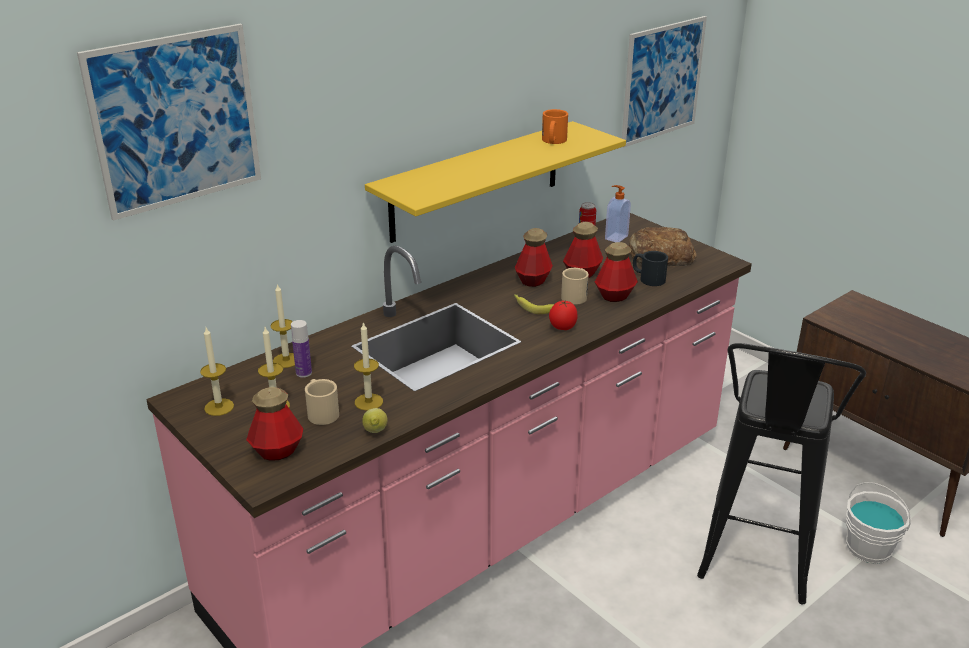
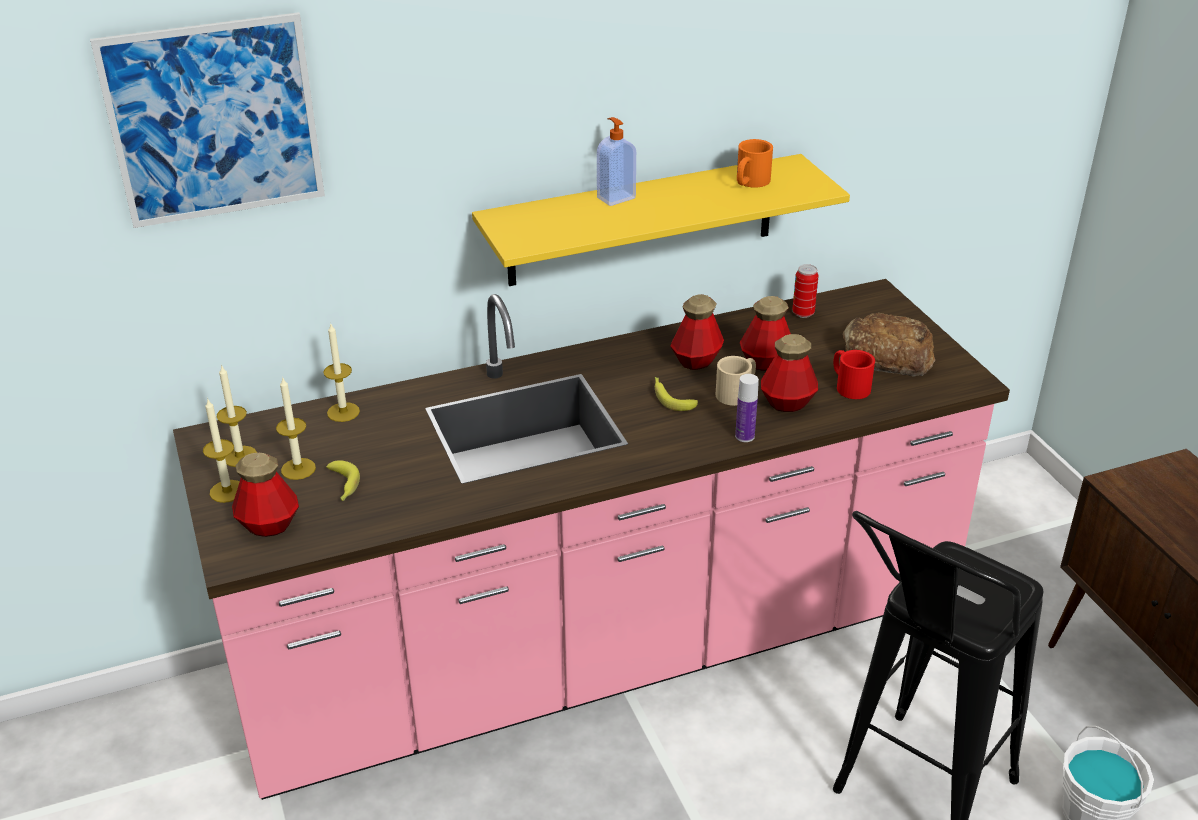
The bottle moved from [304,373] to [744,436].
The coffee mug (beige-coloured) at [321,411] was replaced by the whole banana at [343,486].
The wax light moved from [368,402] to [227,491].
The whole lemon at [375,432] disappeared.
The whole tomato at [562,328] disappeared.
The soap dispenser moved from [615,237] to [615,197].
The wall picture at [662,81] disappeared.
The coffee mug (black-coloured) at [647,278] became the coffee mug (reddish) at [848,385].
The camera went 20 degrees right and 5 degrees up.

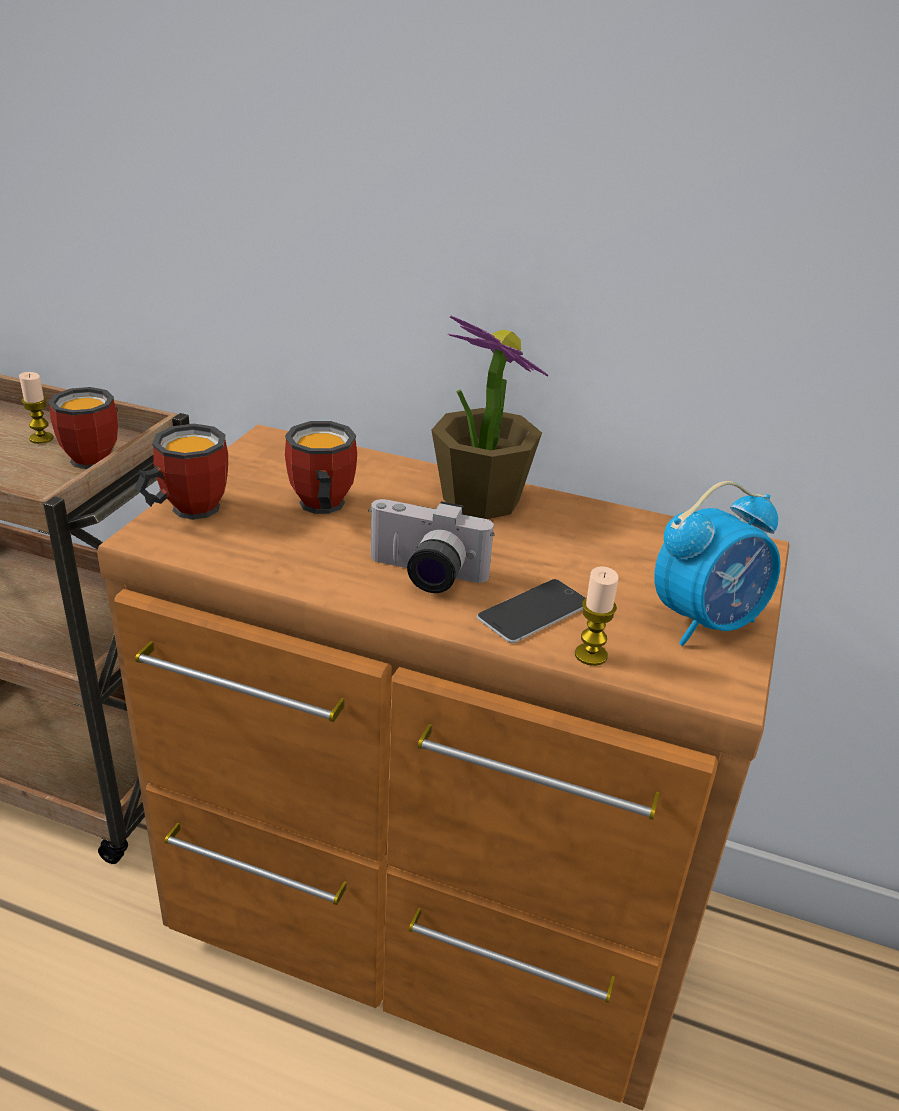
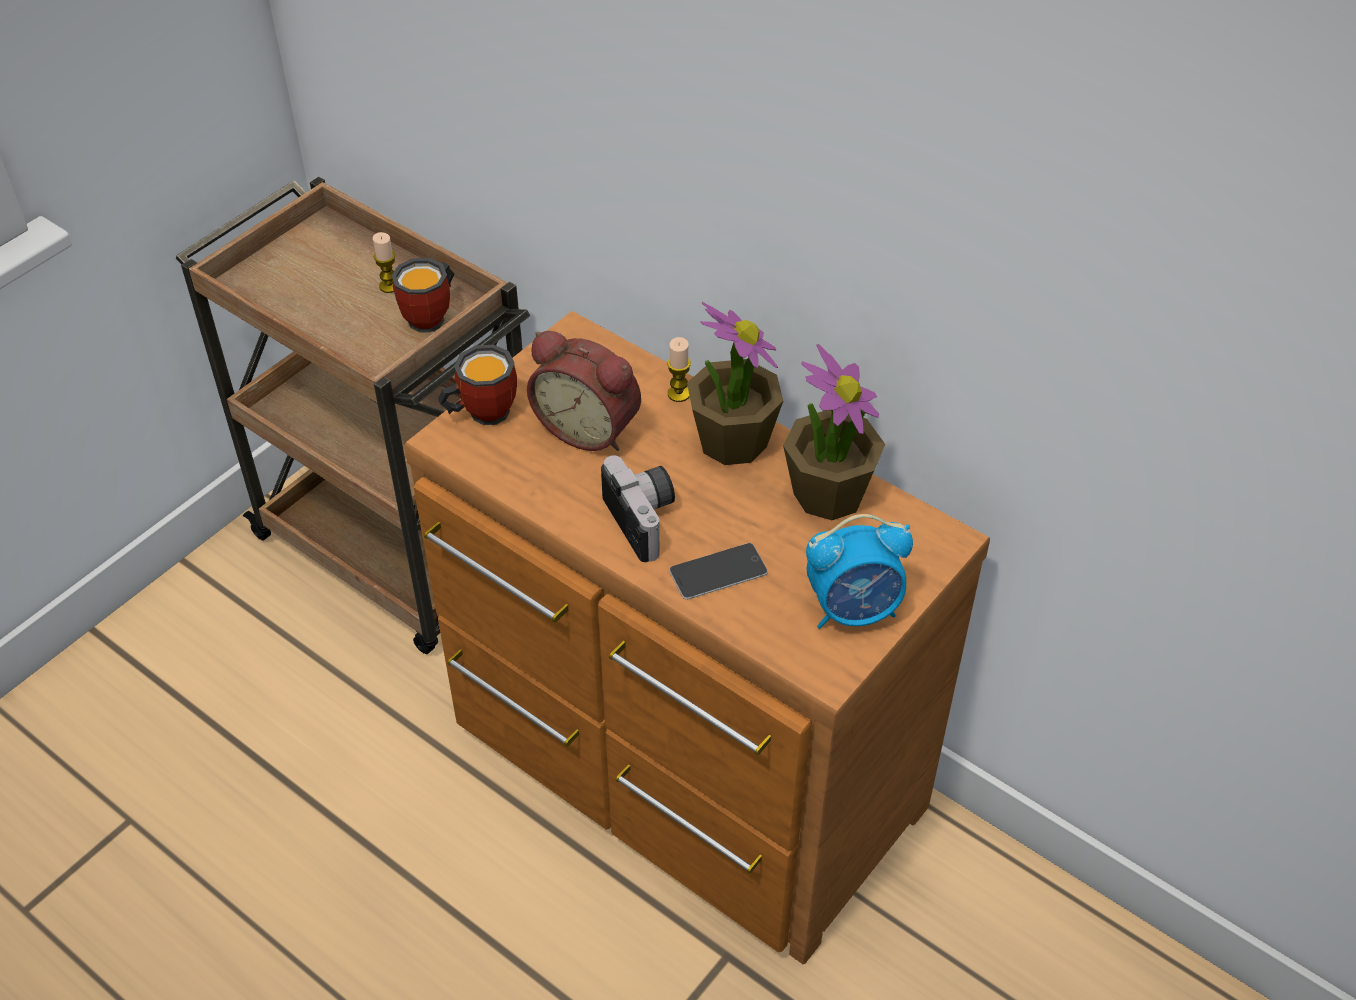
The coffee mug at [319,507] was replaced by the table clock at [589,427].
The still camera at [424,576] turned 150 degrees counterclockwise.
The wax light moved from [591,655] to [678,394].
The potted plant at [828,493] appeared.
The camera went 20 degrees right and 15 degrees up.

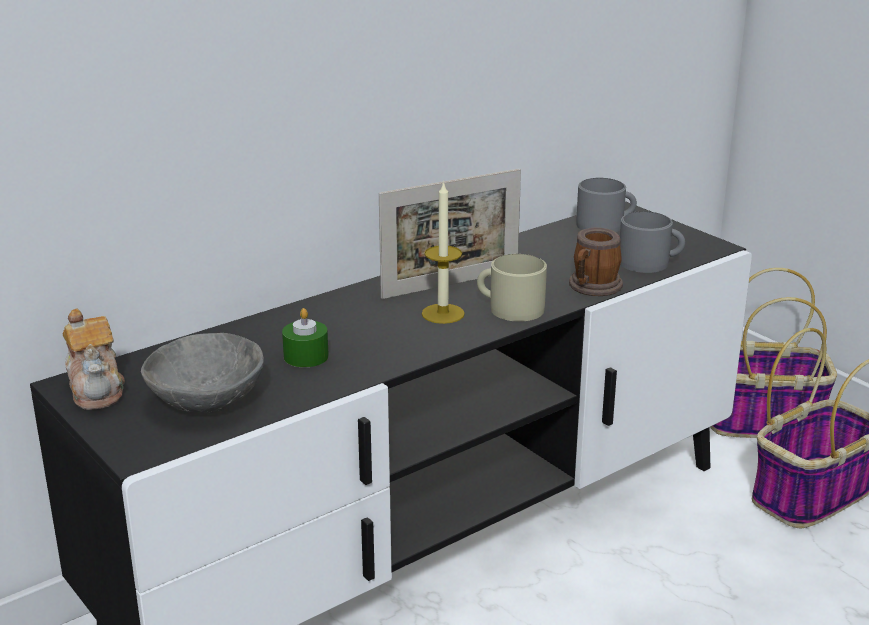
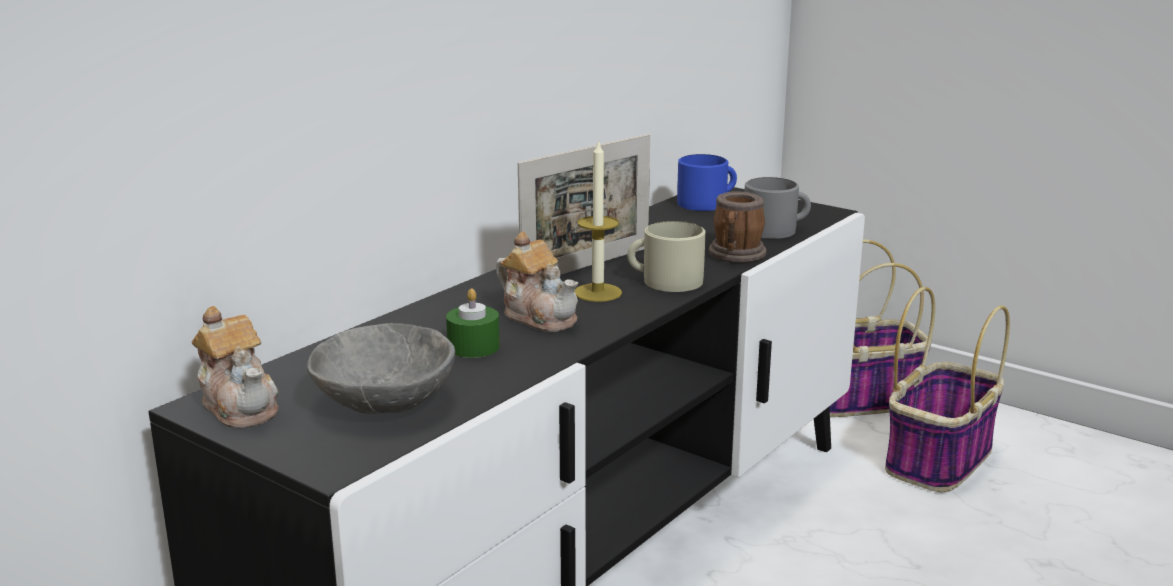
The coffee mug (gray) at [605,225] became the coffee mug (bluish) at [707,203].
The pot for tea at [539,316] appeared.
The camera went 15 degrees left and 5 degrees down.

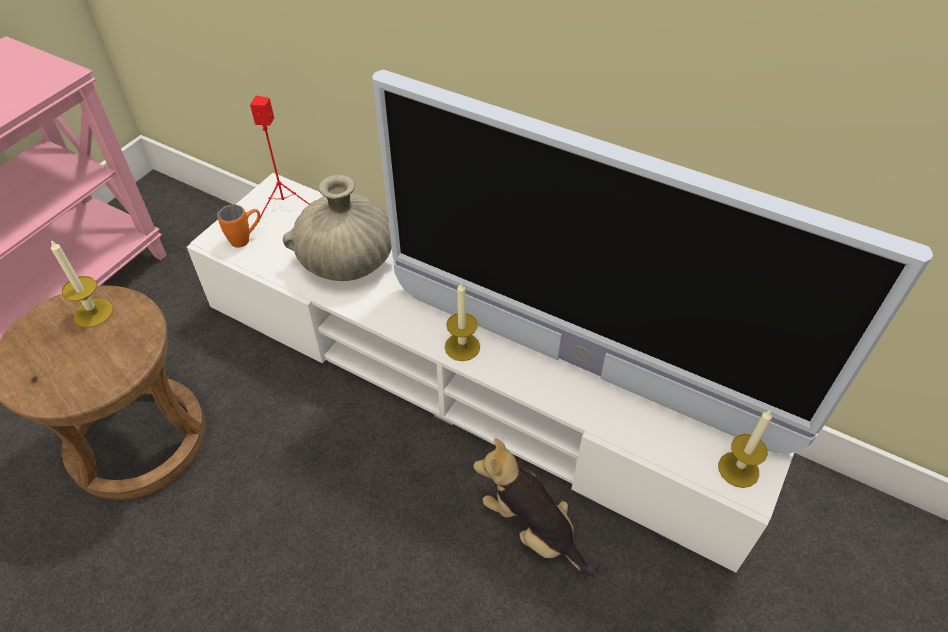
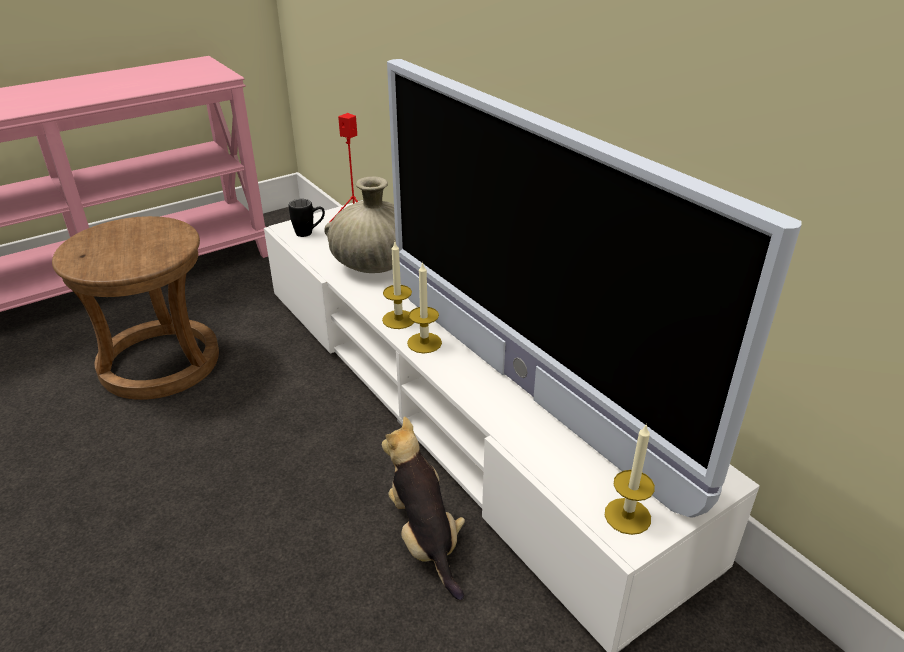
The wax light moved from [93,313] to [398,319].
The coffee mug (orange) at [246,239] became the coffee mug (black-coloured) at [309,233].
The camera went 25 degrees right and 15 degrees down.

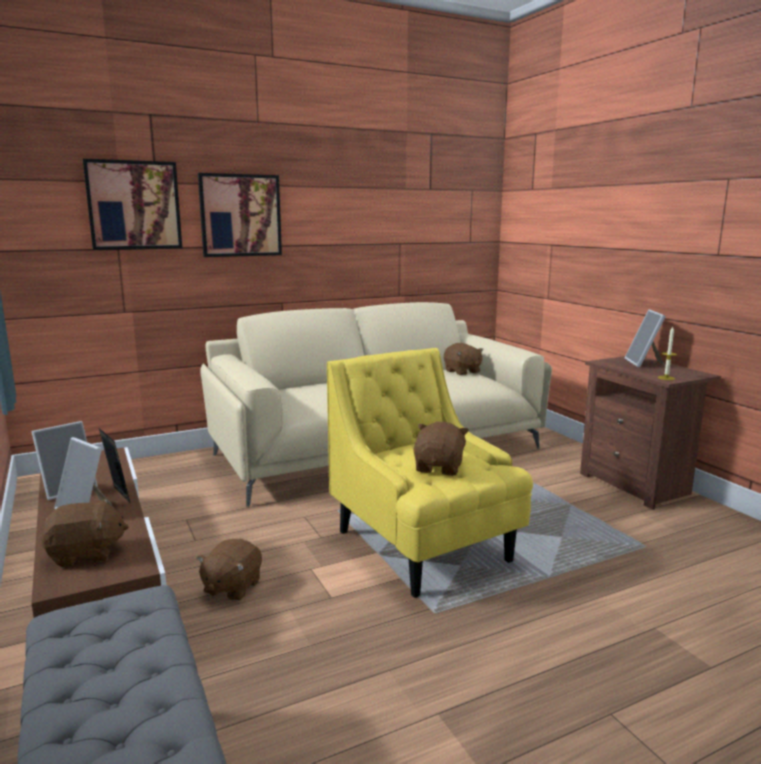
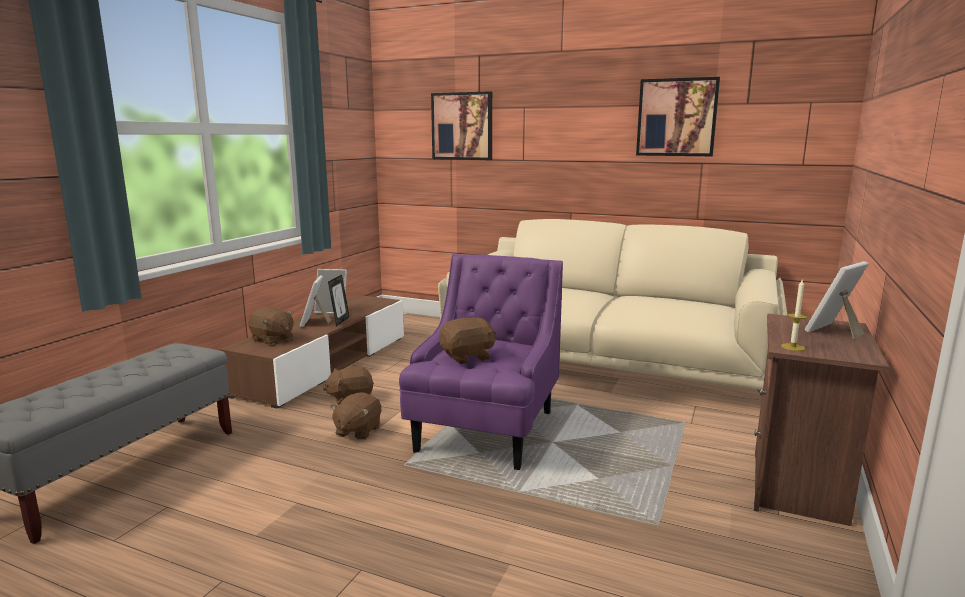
The wall picture moved from [240,215] to [676,117].
The easy chair (yellowish) at [424,547] became the easy chair (purple) at [485,432].
The soft toy (brown) moved from [462,372] to [357,431].
The camera went 50 degrees right and 0 degrees up.

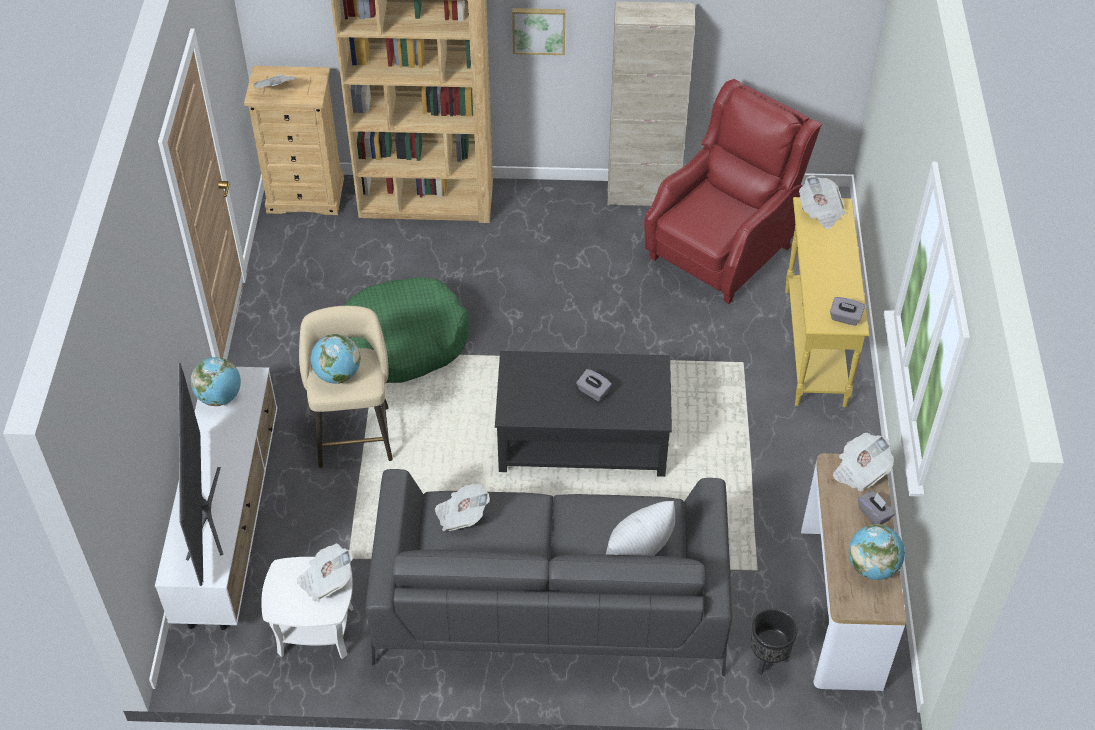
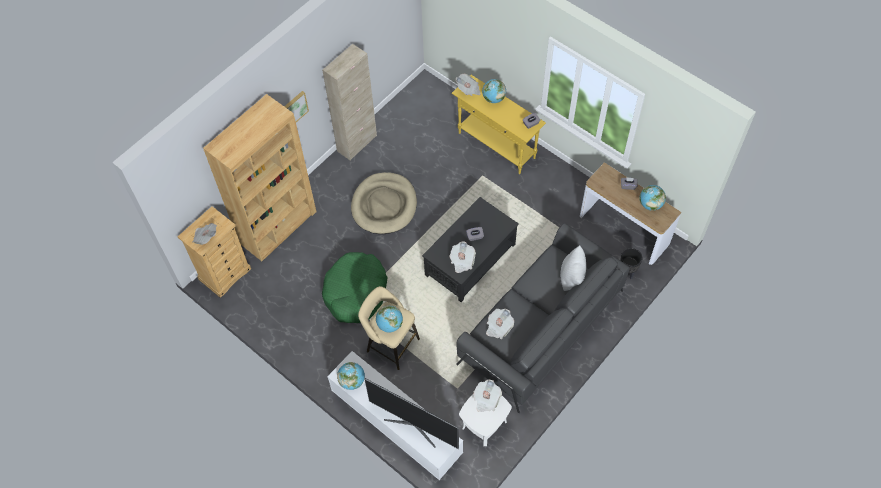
The easy chair (reddish) at [722,249] disappeared.
The printed paper moved from [860,471] to [462,261].
The pet bed (beige-coloured) at [384,205] appeared.
The desk globe at [493,98] appeared.
The camera went 50 degrees left and 10 degrees up.

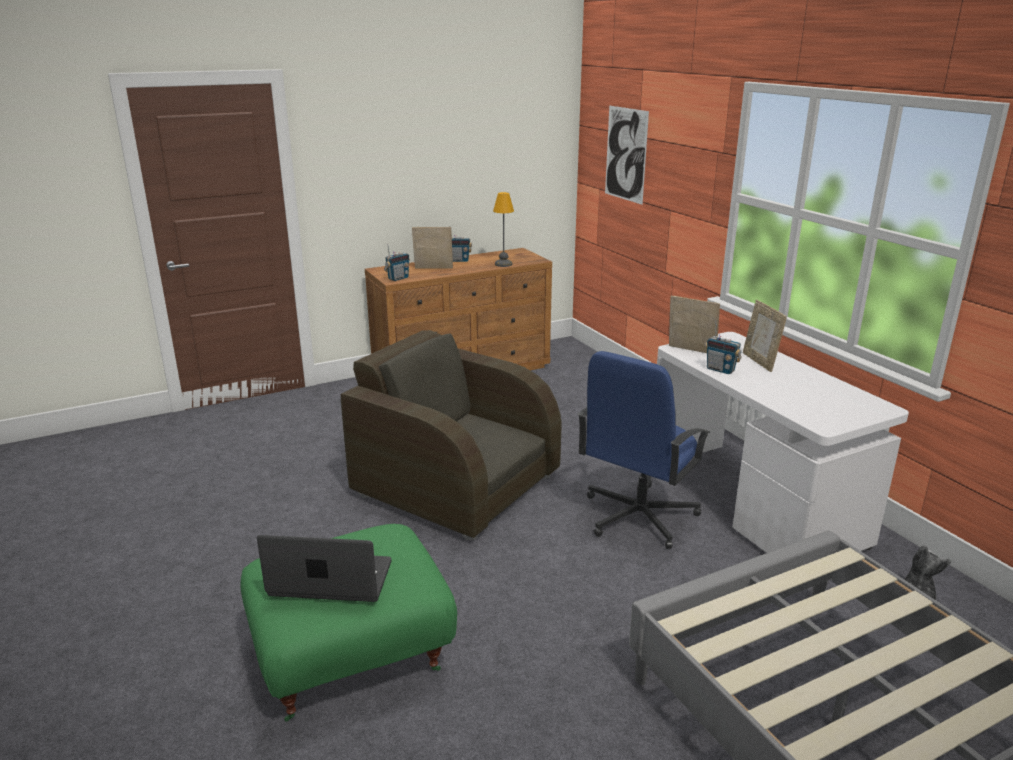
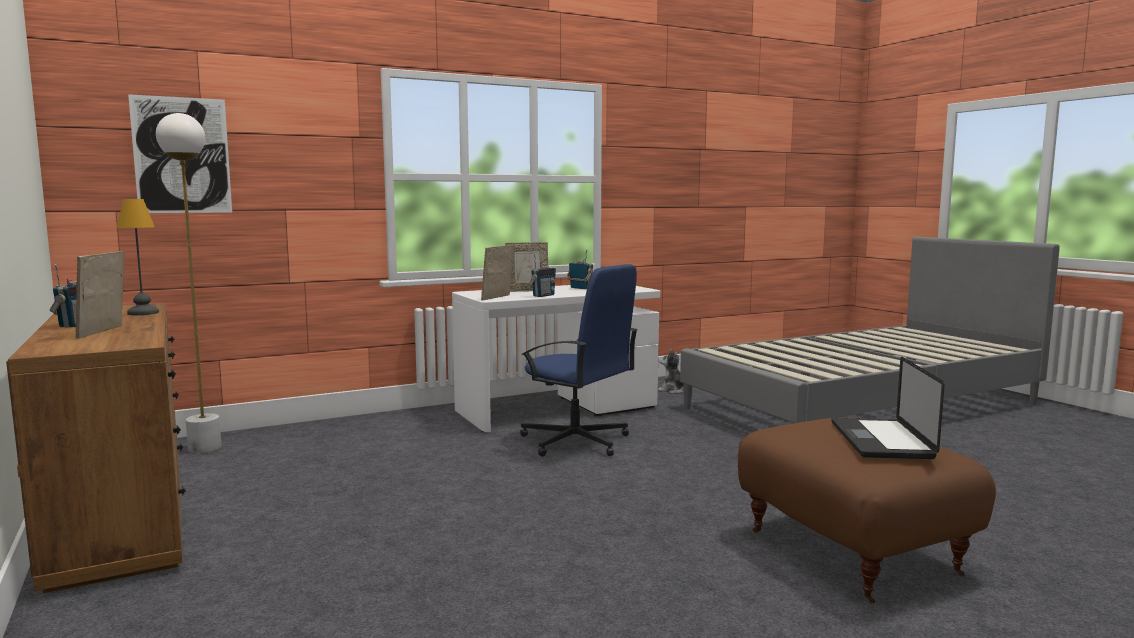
The ottoman (green) at [352,660] became the ottoman (brown) at [854,551].
The easy chair (brown) at [455,484] disappeared.
The radio moved from [398,278] to [580,288].
The standing lamp (white) at [205,448] appeared.
The camera went 90 degrees left and 15 degrees down.

